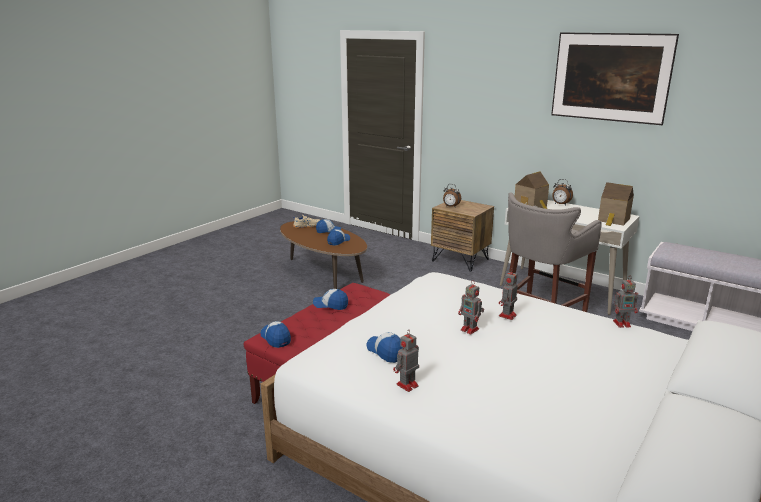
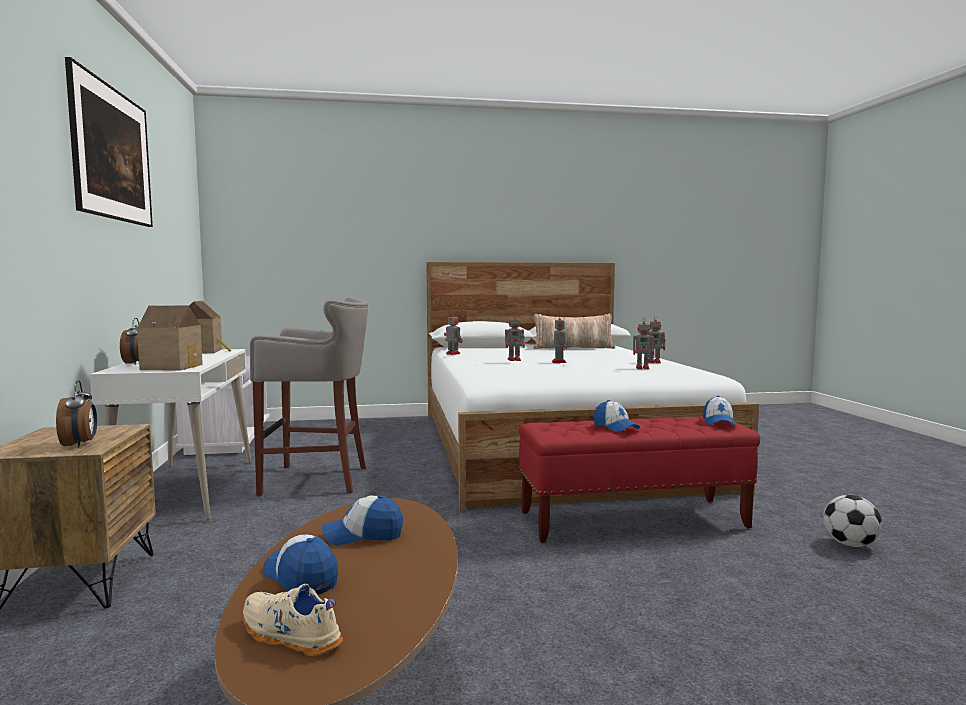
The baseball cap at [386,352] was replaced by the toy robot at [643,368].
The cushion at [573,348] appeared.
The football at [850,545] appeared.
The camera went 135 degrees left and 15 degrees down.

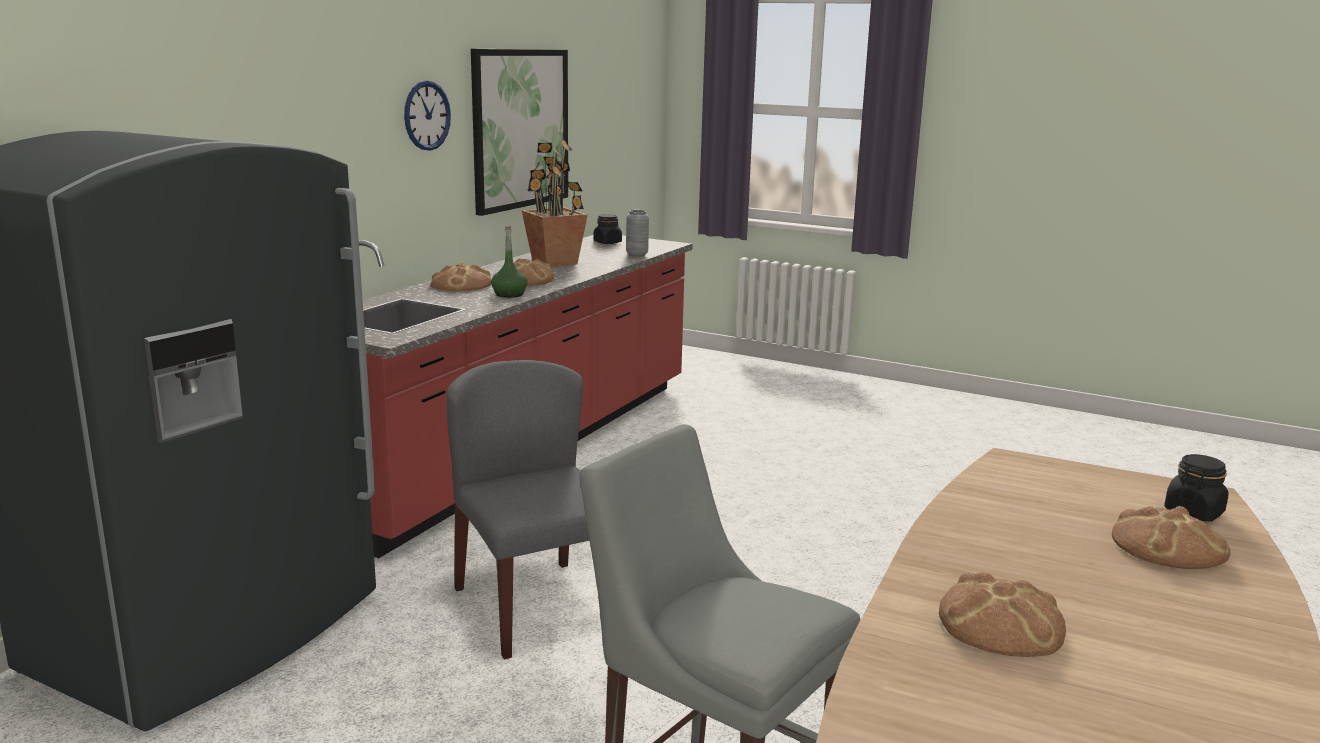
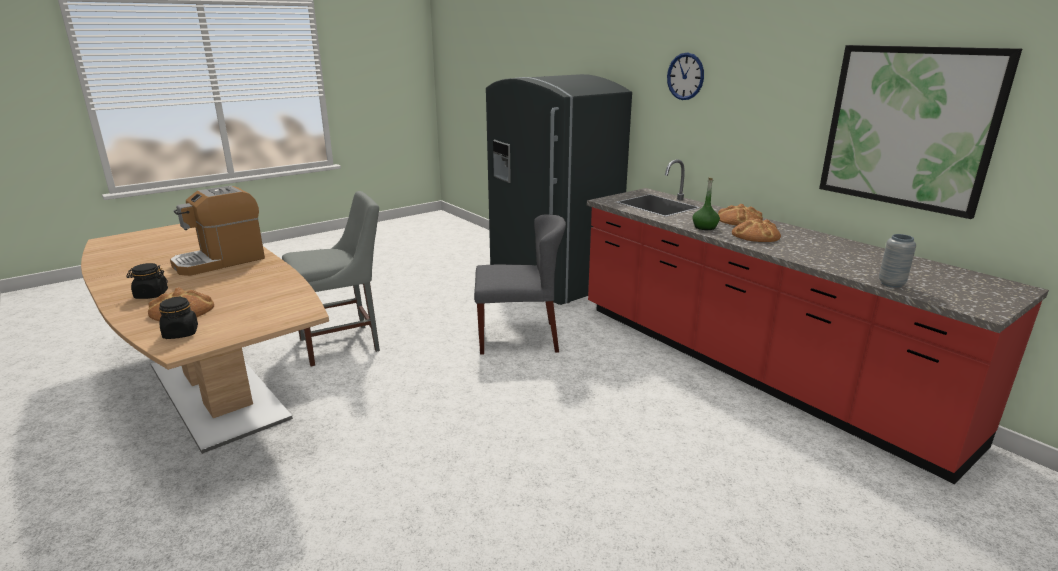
The wall clock moved from [427,115] to [685,76].
The potted plant at [554,262] disappeared.
The storage jar (black-coloured) moved from [607,242] to [151,295].
The baked bread at [1000,623] was replaced by the coffee maker at [220,261].
The camera went 115 degrees right and 5 degrees up.

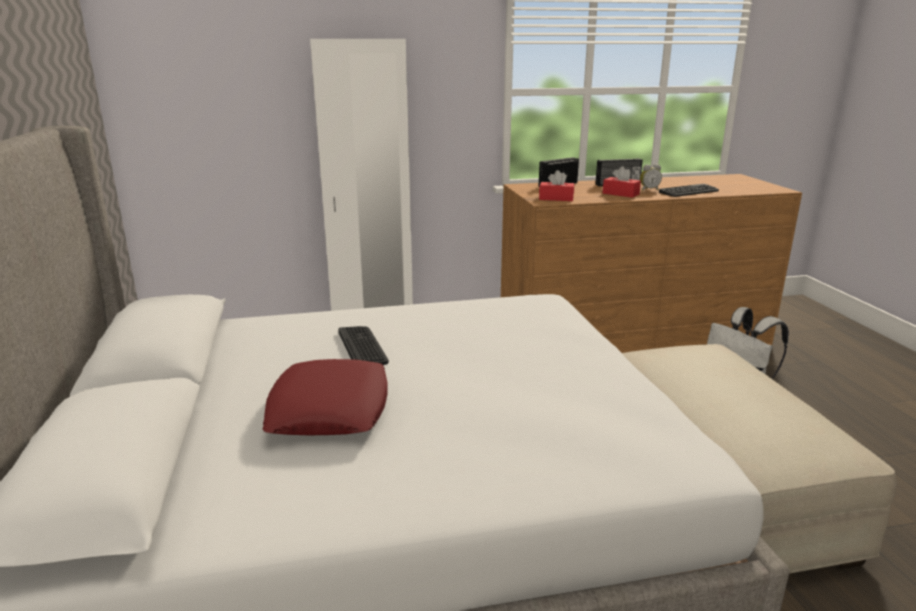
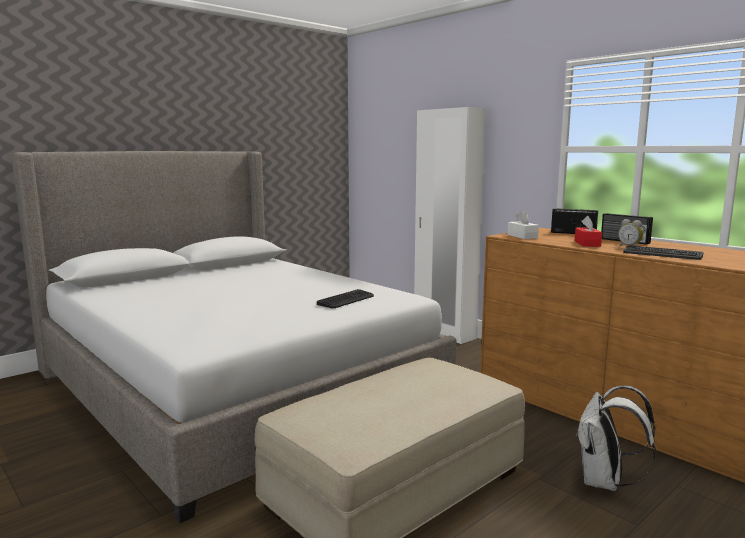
The cushion (reddish) at [329,408] disappeared.
The keyboard moved from [362,347] to [346,300].
The box of tissues (reddish) at [556,198] became the box of tissues (white) at [522,236].
The camera went 60 degrees right and 10 degrees down.

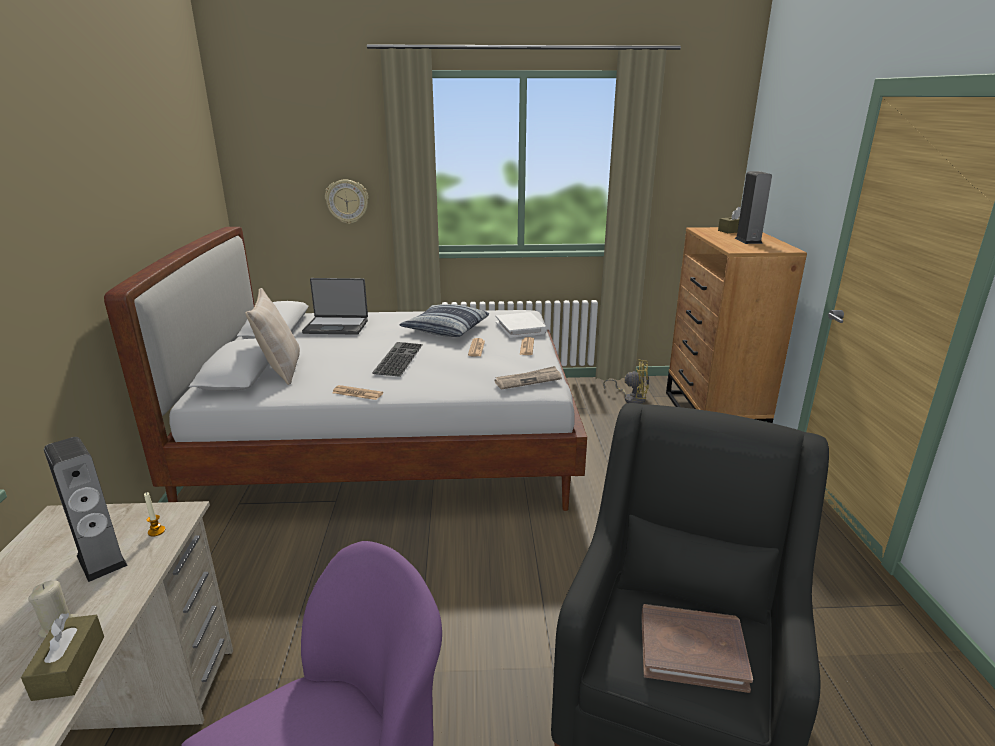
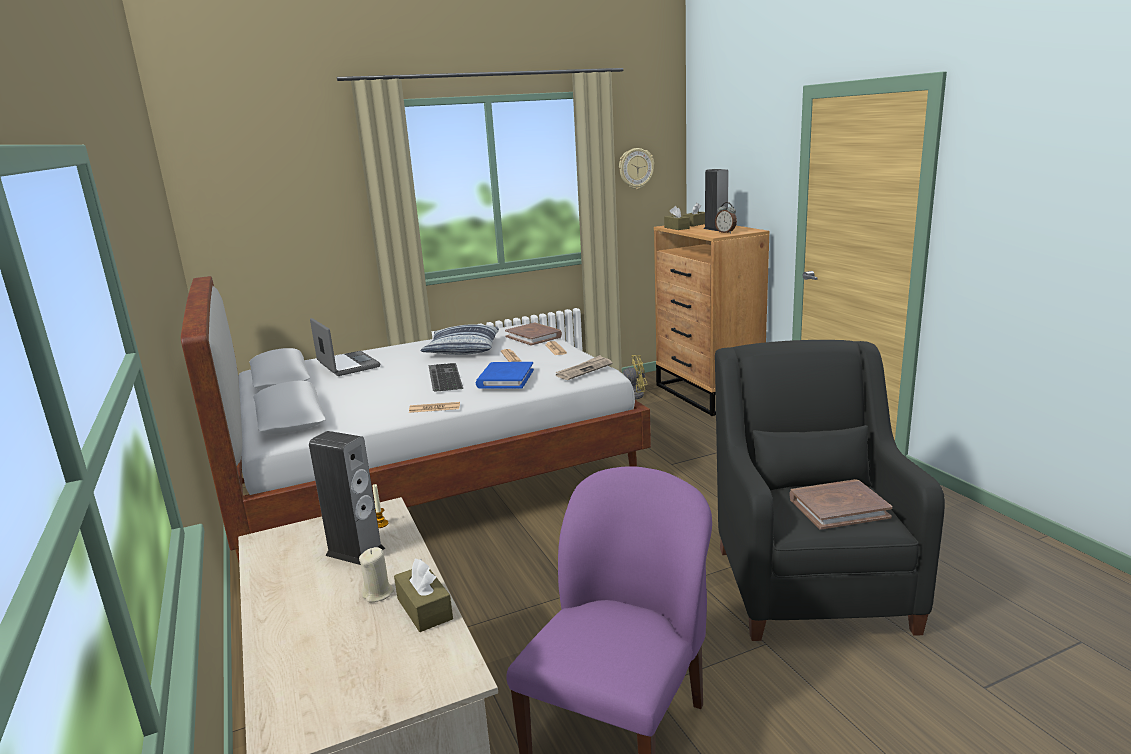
The cushion (beige-coloured) at [280,369] disappeared.
The portable computer at [336,326] turned 105 degrees counterclockwise.
The wall clock moved from [347,201] to [635,168].
The volume (white) at [520,327] became the volume (brown) at [533,337].
The volume (bluish) at [505,378] appeared.
The box of tissues (brown) at [676,228] appeared.
The table clock at [726,232] appeared.
The camera went 20 degrees left and 5 degrees down.

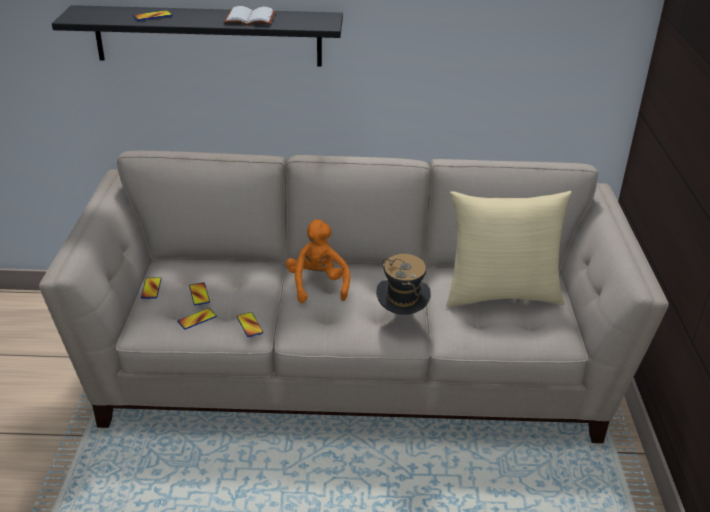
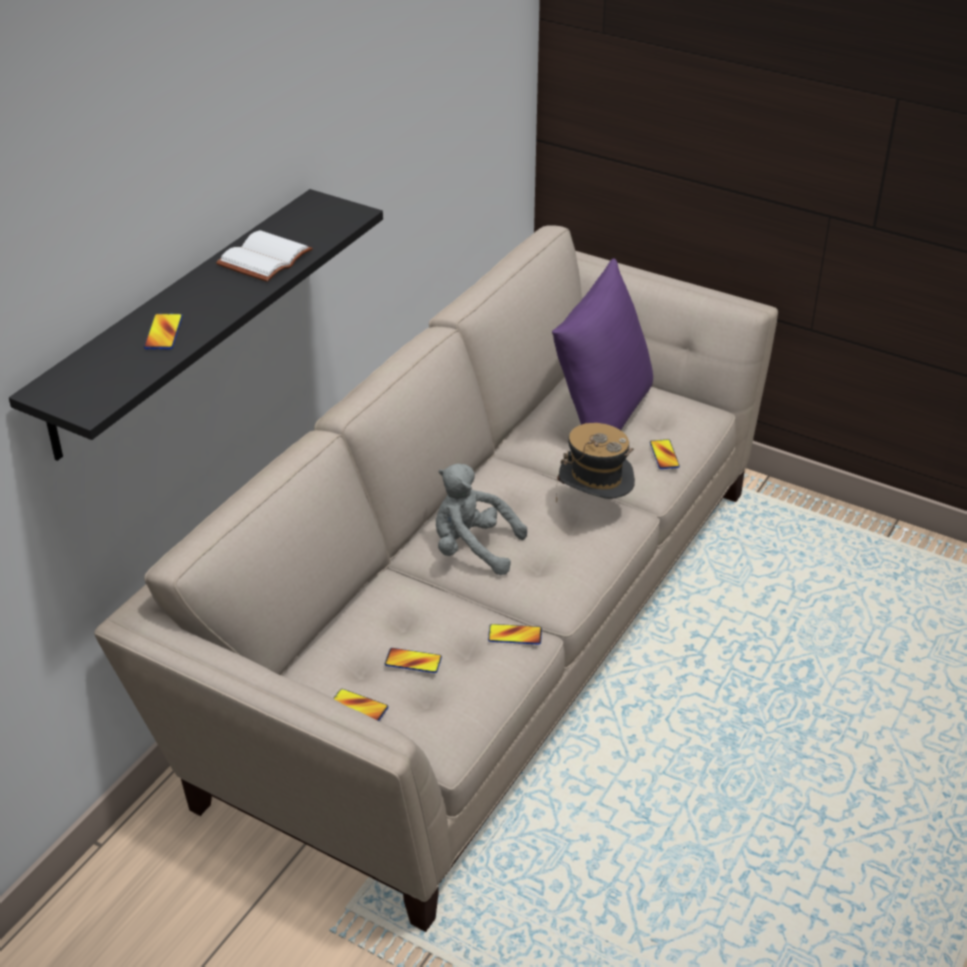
The handset moved from [197,319] to [664,455].
The soft toy (orange) at [317,285] became the soft toy (gray) at [472,548].
The cushion (beige-coloured) at [501,294] became the cushion (purple) at [602,417].
The camera went 60 degrees left and 5 degrees up.

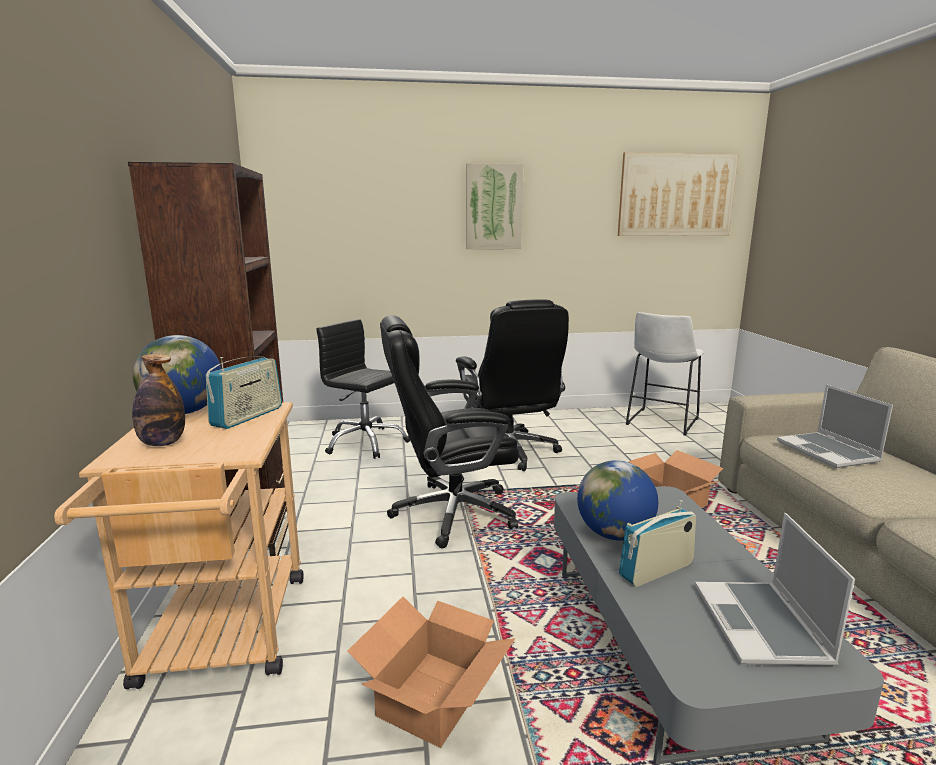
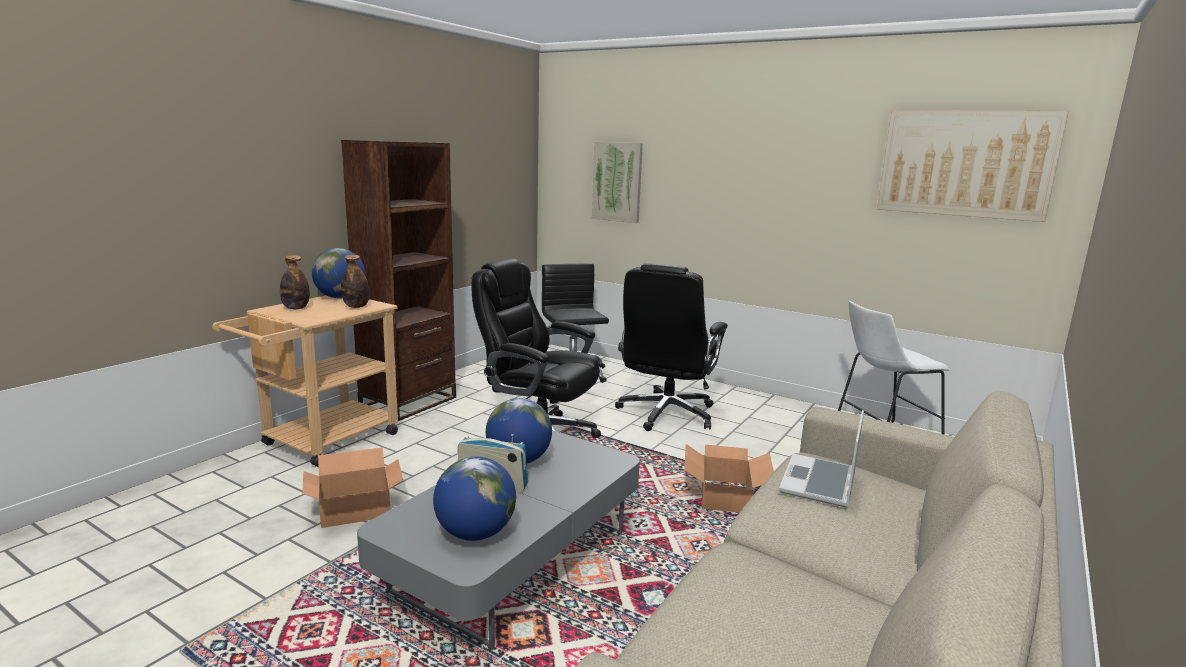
The radio at [248,417] was replaced by the bottle at [356,306].
The wall picture moved from [493,207] to [617,182].
The portable computer at [762,626] was replaced by the desk globe at [475,534].
The camera went 40 degrees right and 0 degrees up.

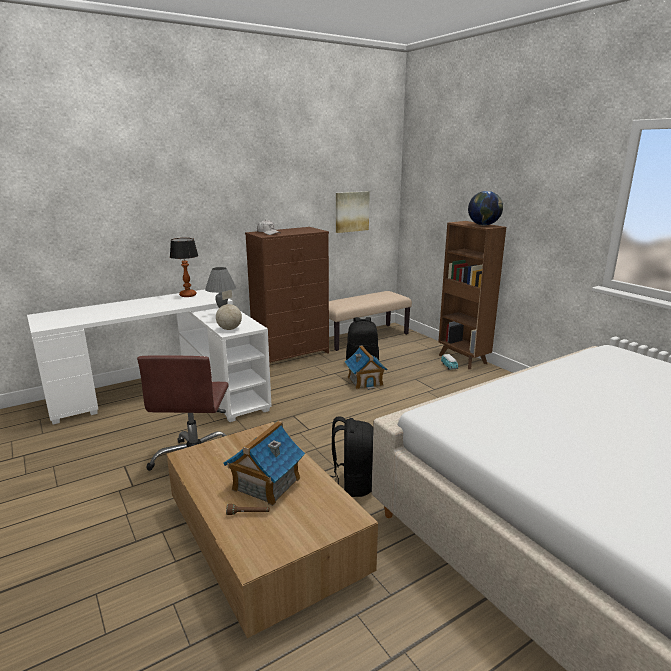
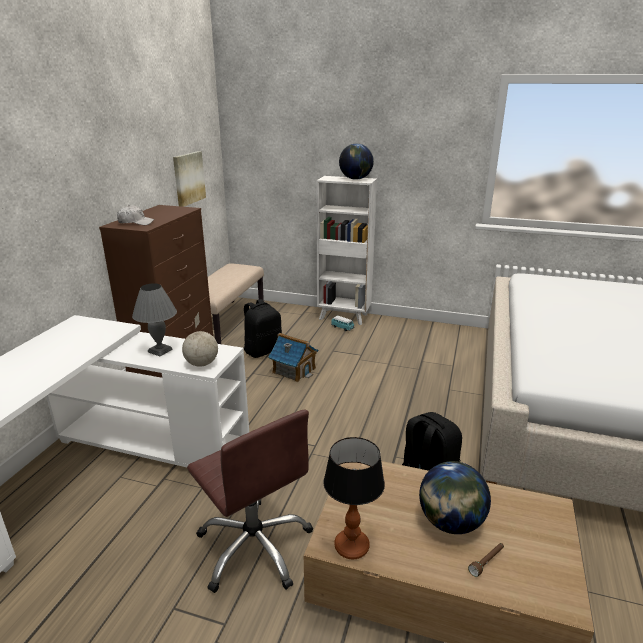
The table lamp moved from [187,295] to [351,547].
The toy house at [266,484] was replaced by the desk globe at [450,522].
The bookcase (brown) at [463,359] became the bookcase (white) at [344,317].
The camera went 40 degrees left and 5 degrees up.

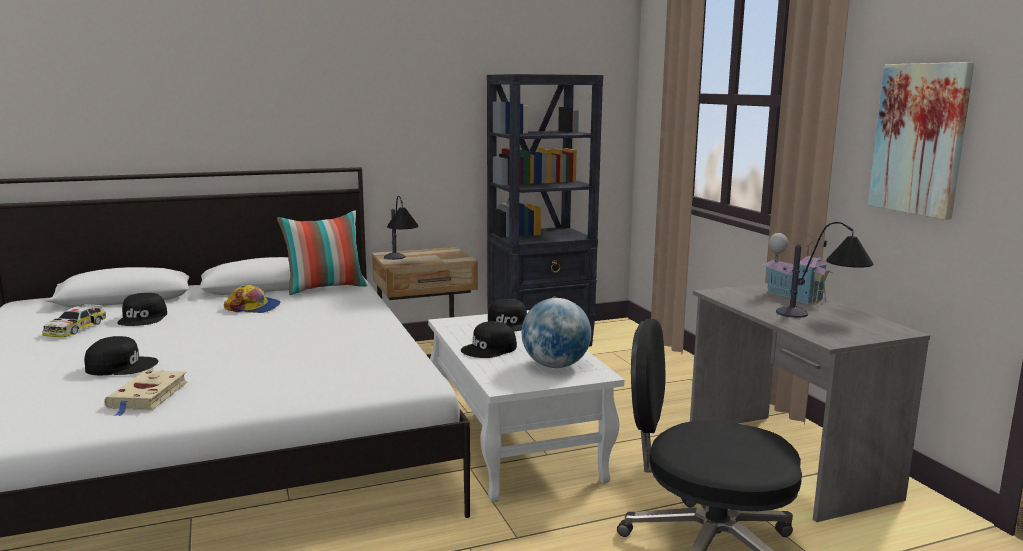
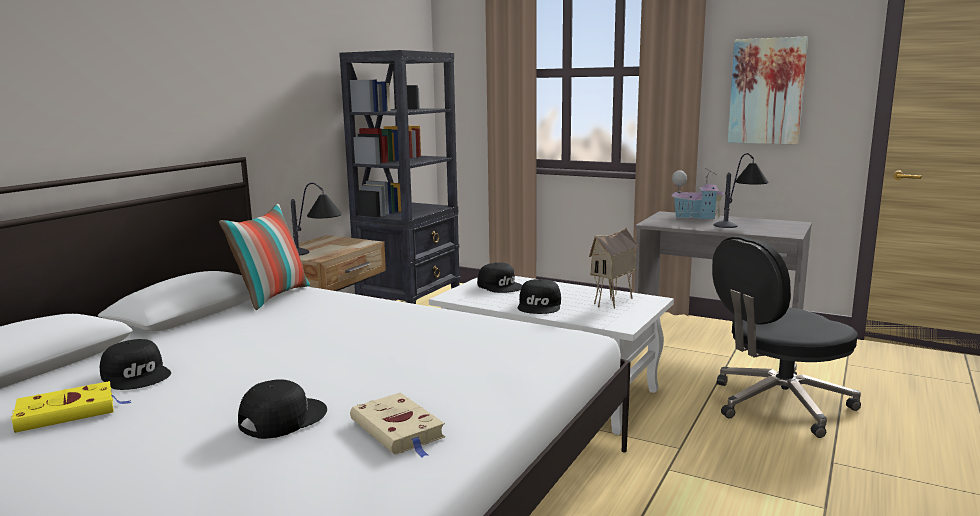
The toy car at [75,328] was replaced by the volume (yellowish) at [69,412].
The baseball cap at [253,307] disappeared.
The desk globe at [555,366] was replaced by the toy house at [614,303].
The camera went 40 degrees left and 0 degrees up.

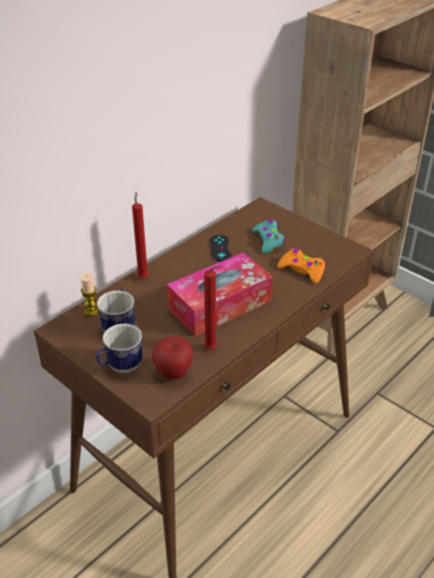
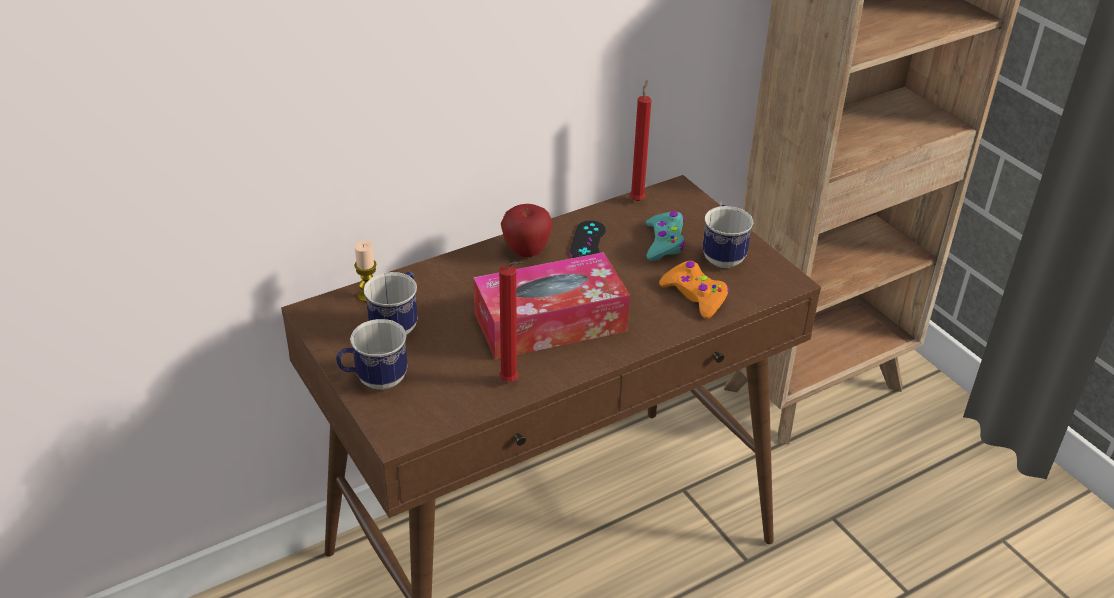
The wax light (reddish) moved from [143,276] to [637,199].
The whole apple moved from [173,373] to [526,252].
The coffee mug at [722,255] appeared.
The camera went 15 degrees right and 0 degrees up.

